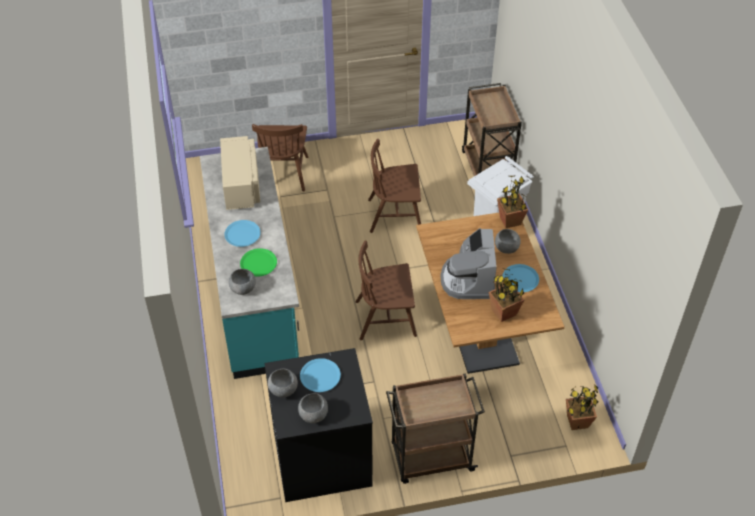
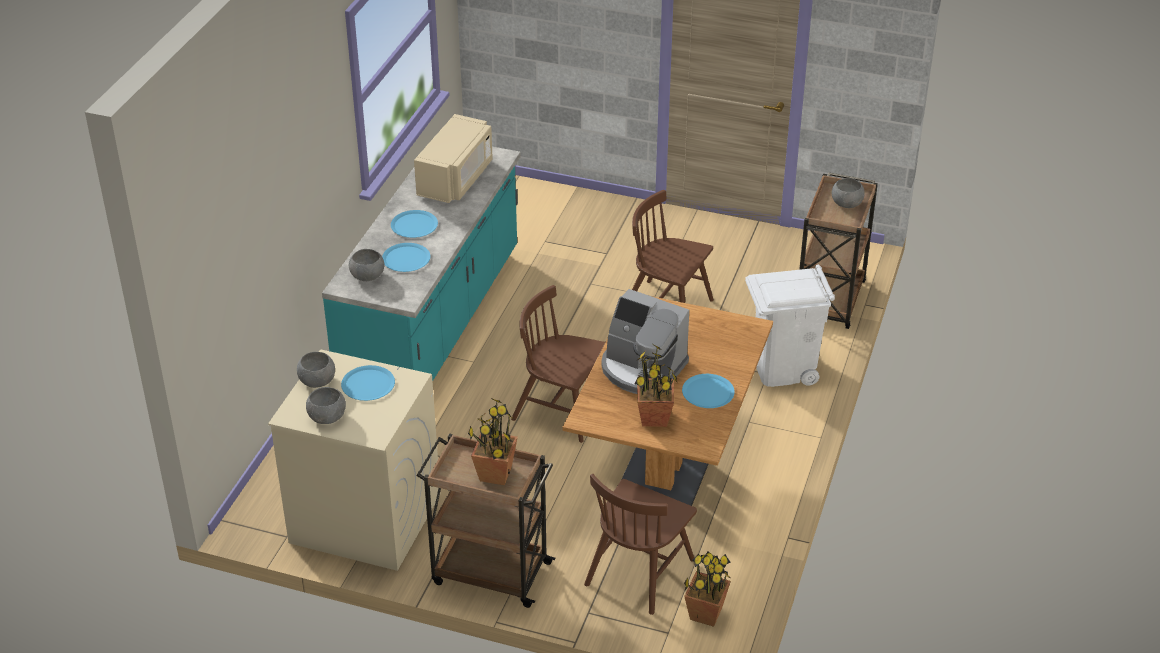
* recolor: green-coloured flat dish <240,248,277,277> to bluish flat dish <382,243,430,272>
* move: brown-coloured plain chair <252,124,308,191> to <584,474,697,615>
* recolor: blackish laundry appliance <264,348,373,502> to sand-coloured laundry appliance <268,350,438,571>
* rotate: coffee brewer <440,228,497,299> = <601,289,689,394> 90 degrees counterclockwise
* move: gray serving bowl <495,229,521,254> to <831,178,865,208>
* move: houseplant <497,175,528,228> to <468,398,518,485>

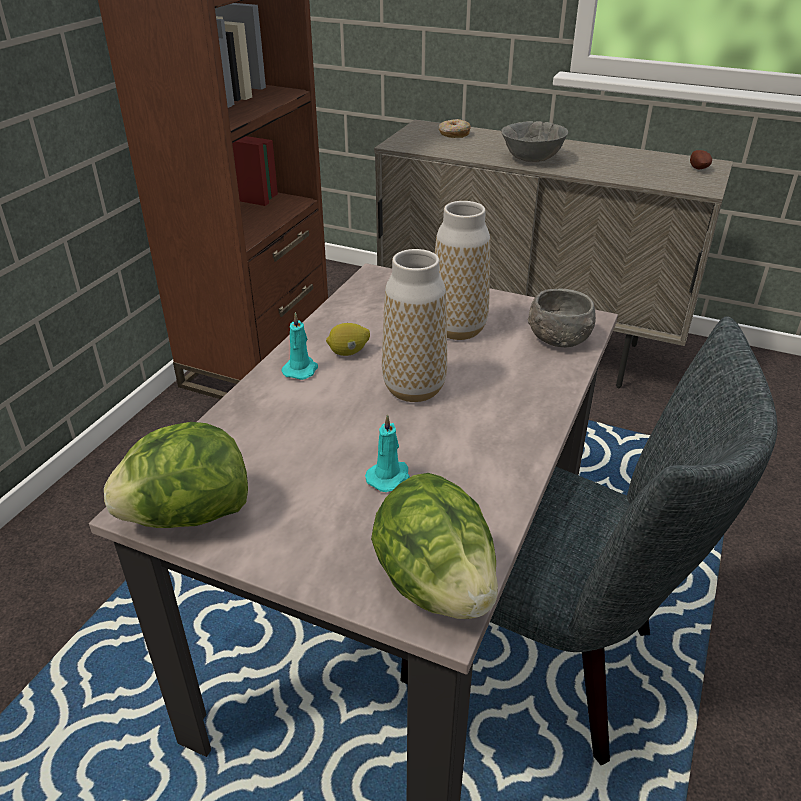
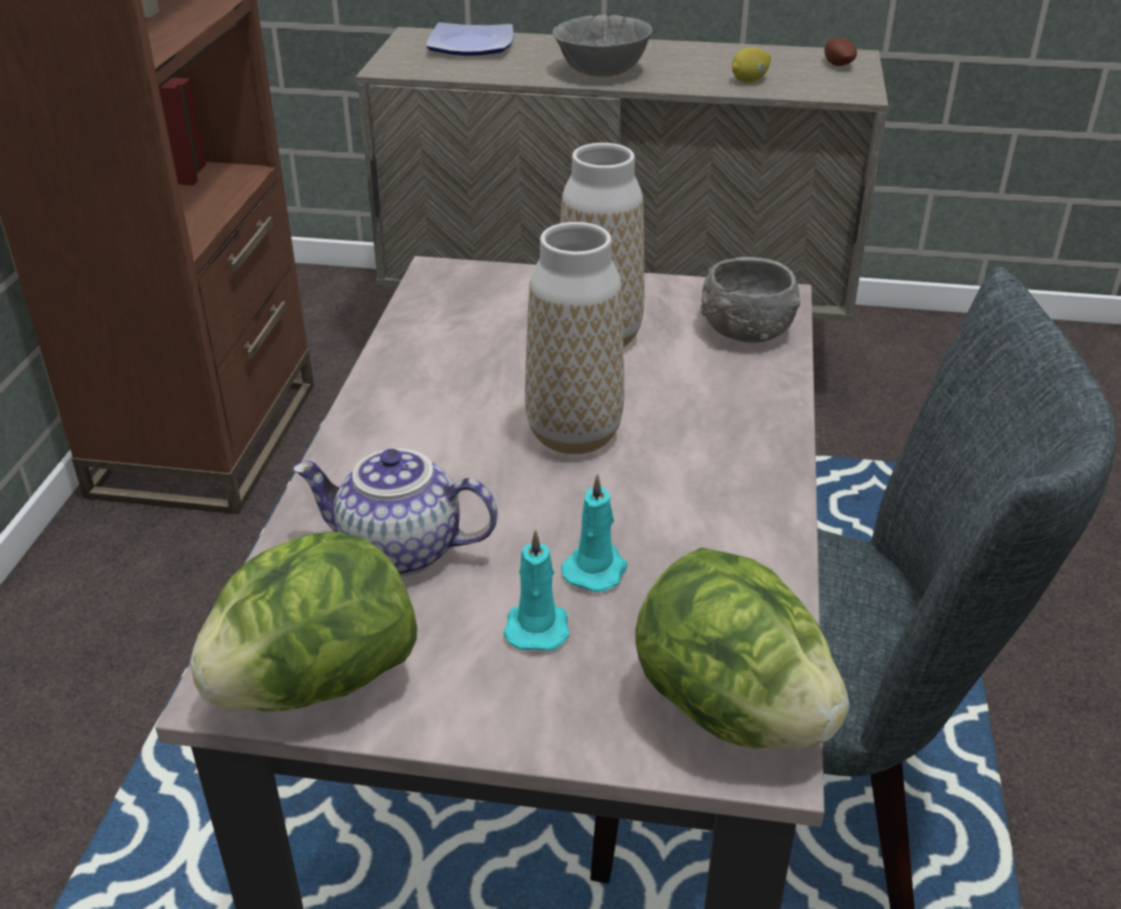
* move: blue-green wax light <282,312,318,380> to <503,529,569,651>
* move: citrus fruit <326,323,370,356> to <732,47,771,82>
* replace: doughnut <439,119,471,138> to flat dish <427,22,514,56>
* insert: teapot <293,449,498,577>

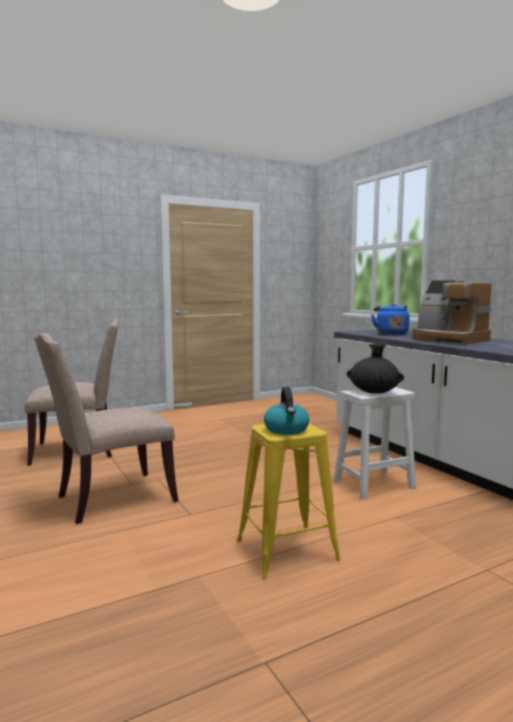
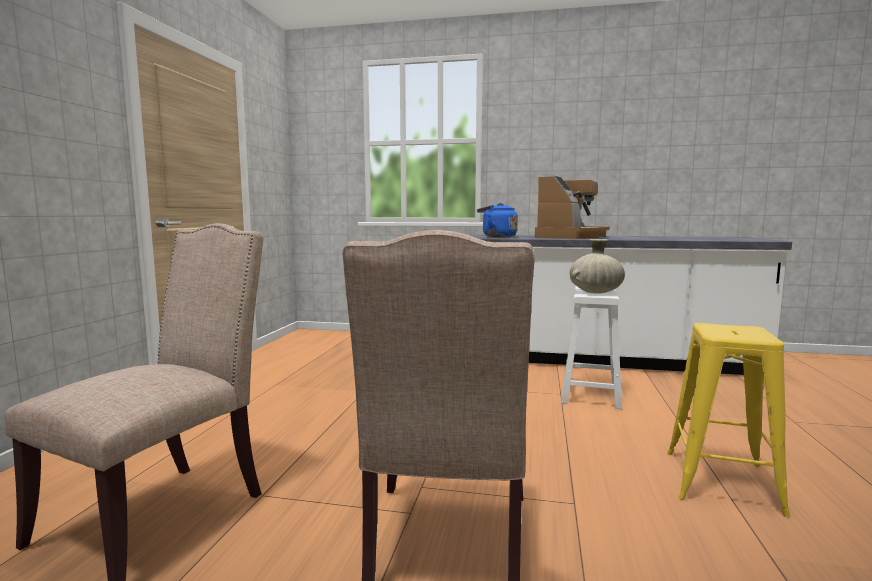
* delete: kettle <264,387,310,435>
* recolor: blackish vase <347,344,404,394> to sand-coloured vase <570,239,625,293>
* rotate: coffee brewer <412,280,492,345> = <535,176,610,239> 60 degrees counterclockwise

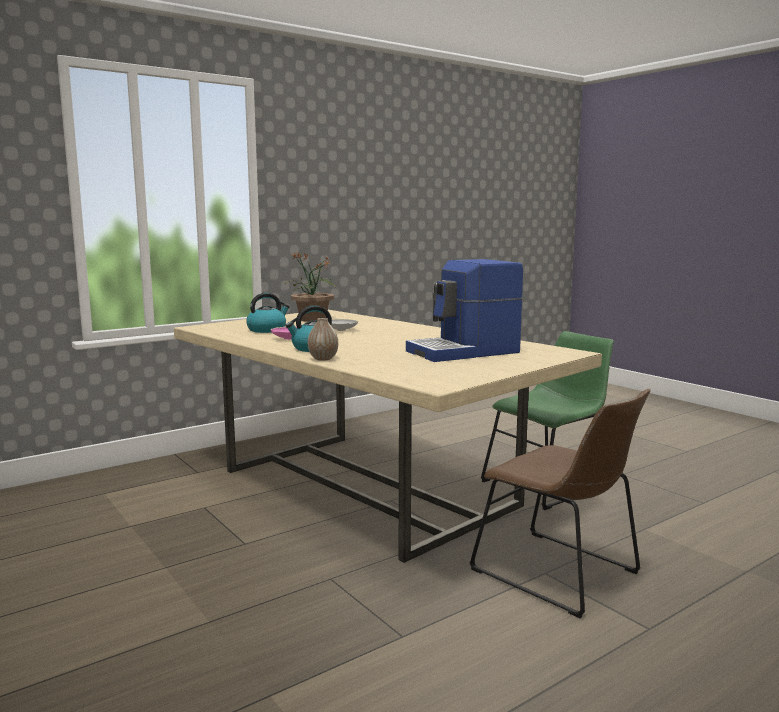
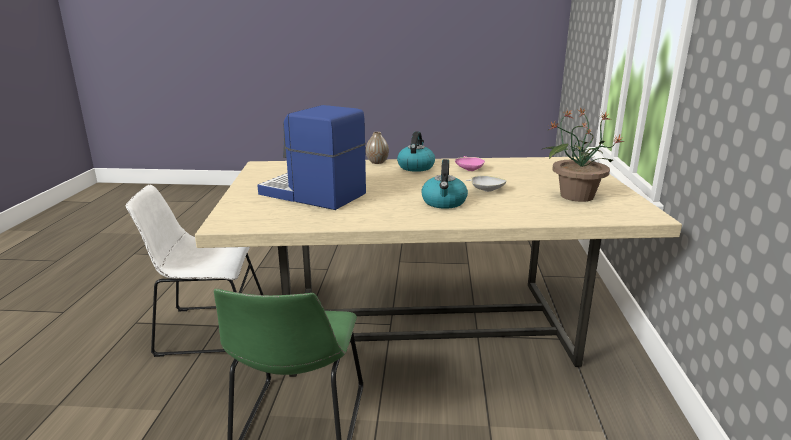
* move: kettle <246,293,290,333> to <421,159,468,209>
* rotate: coffee brewer <406,259,523,362> = <257,105,366,210> 75 degrees counterclockwise
* recolor: brown-coloured plain chair <469,389,651,618> to whitish plain chair <126,185,263,357>

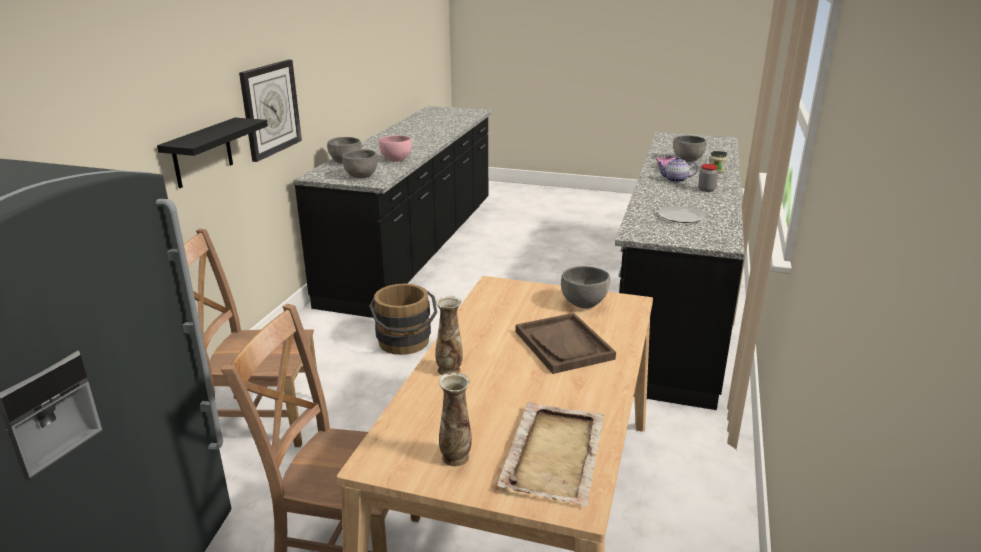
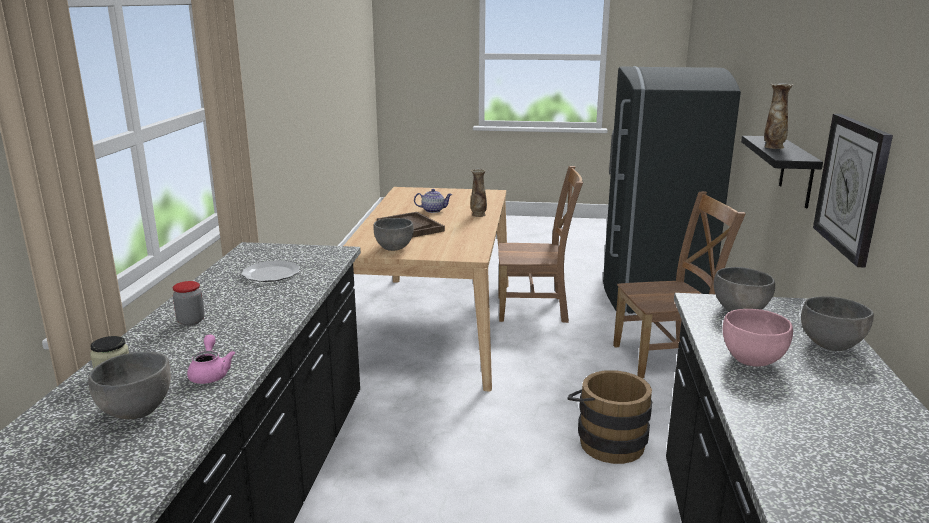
* move: vase <439,373,472,467> to <764,83,793,149>
* delete: sand-coloured tray <497,402,604,506>
* move: teapot <657,156,698,183> to <414,189,453,213>

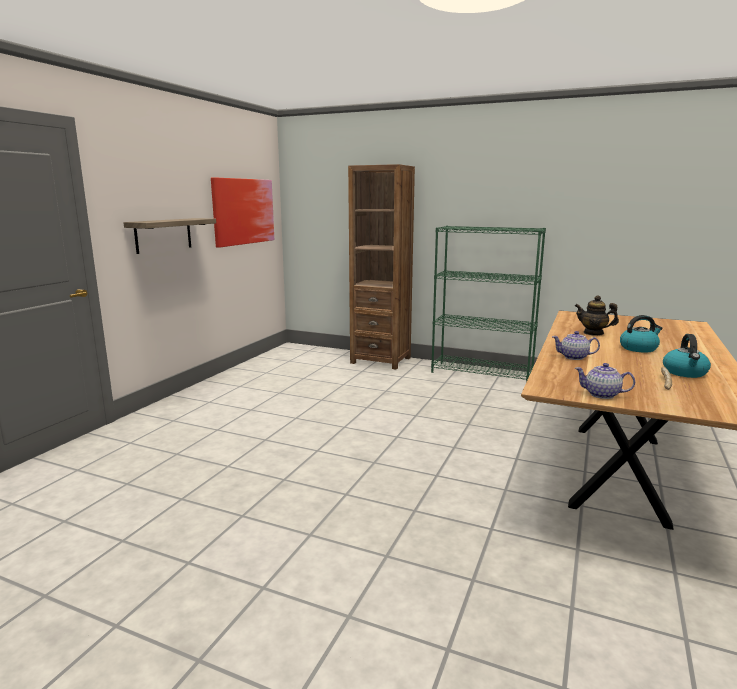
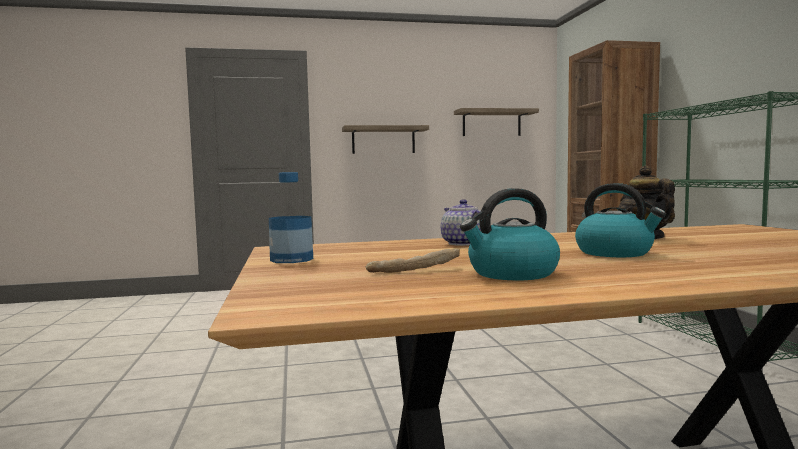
* replace: picture <211,177,274,248> to shelf <454,108,539,136>
* replace: teapot <575,363,635,399> to drink bottle <269,172,313,263>

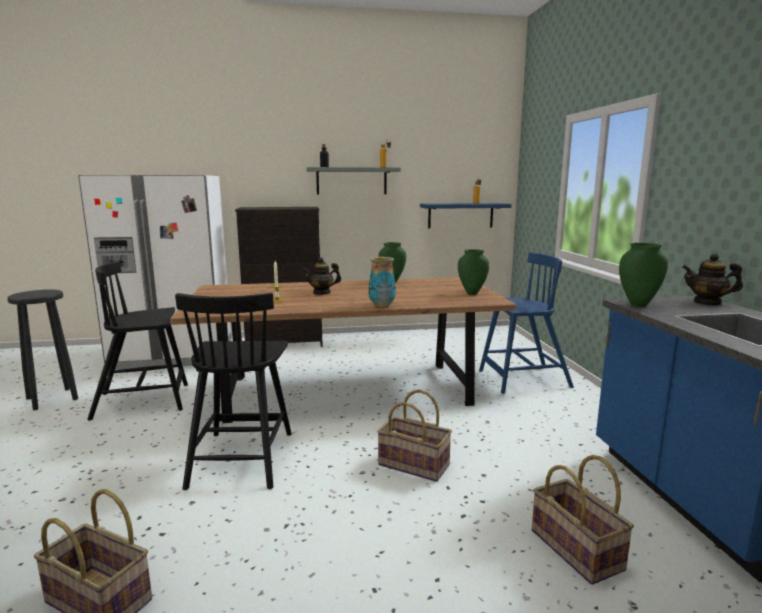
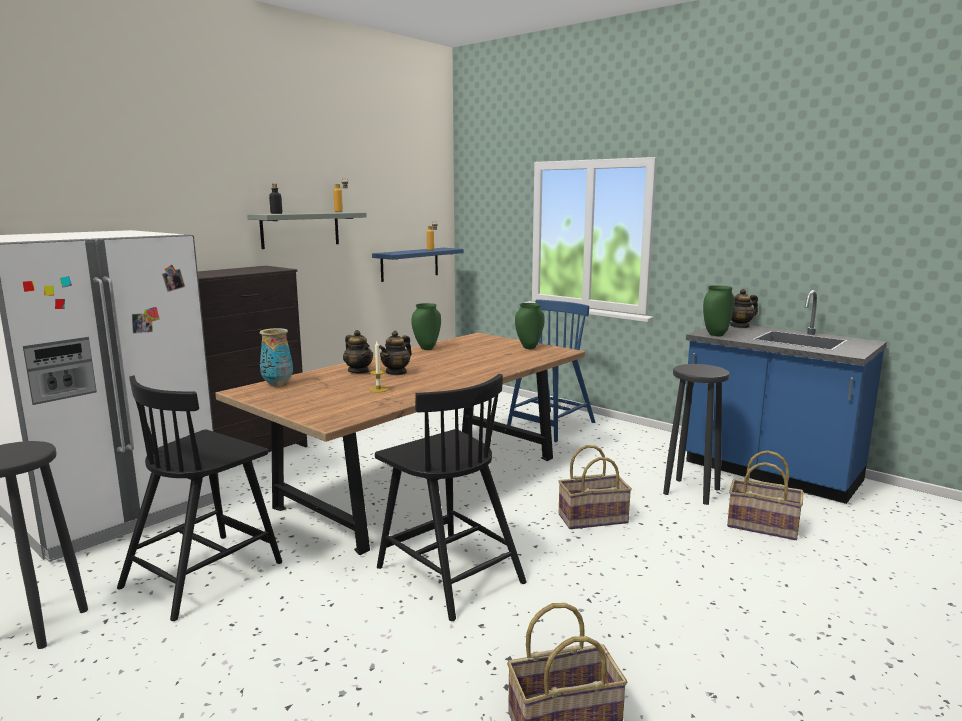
* move: vase <368,257,396,307> to <260,328,293,386>
* insert: teapot <343,330,373,373>
* insert: blackish stool <663,364,730,505>

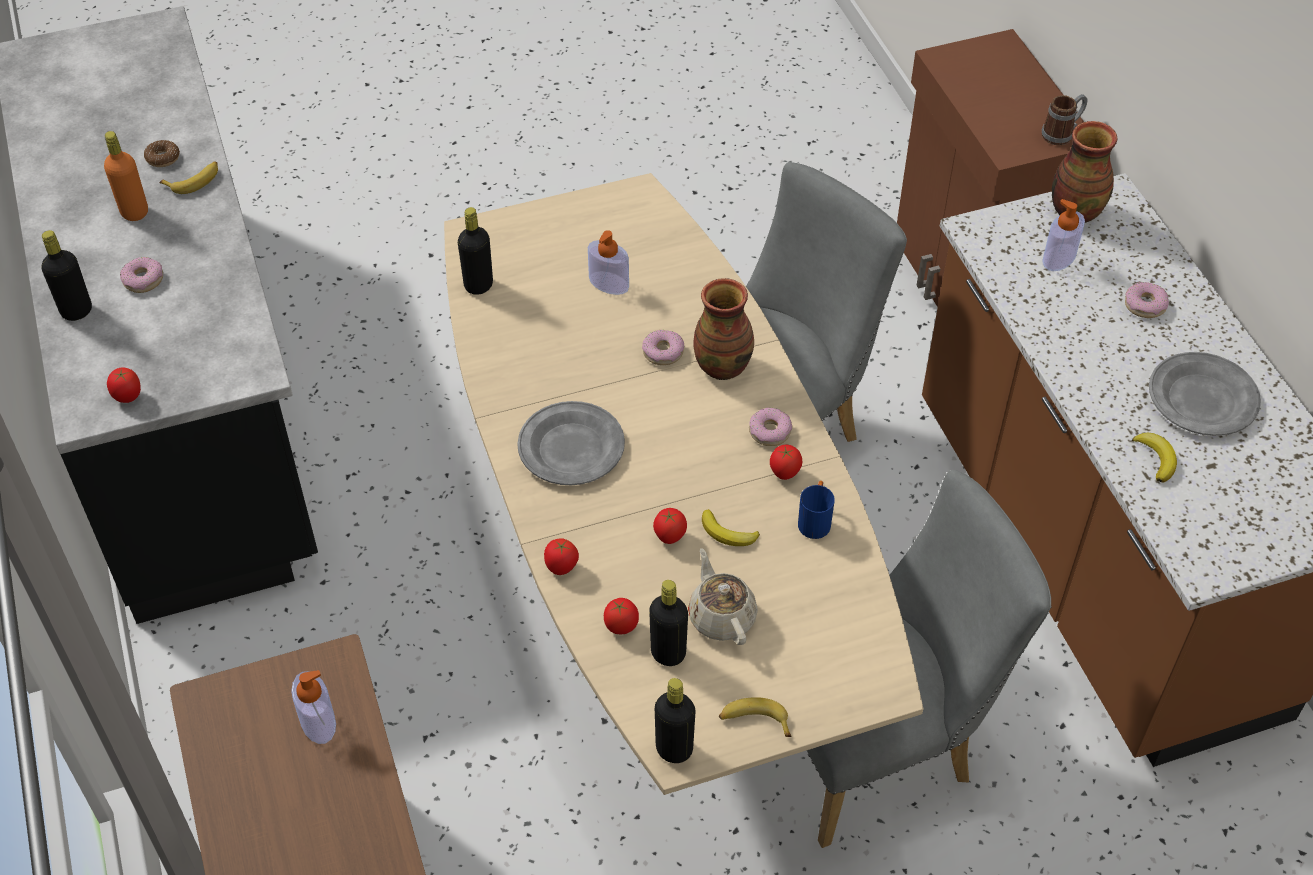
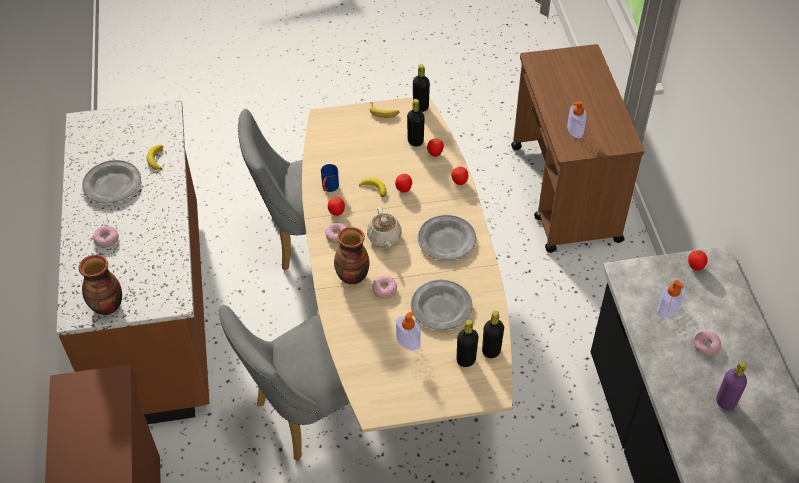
* move: blackish drink bottle <42,230,92,321> to <456,320,479,367>
* recolor: orangey drink bottle <104,131,148,221> to purplish drink bottle <716,361,747,410>
* delete: doughnut <144,140,180,167>
* delete: banana <160,161,218,194>
* move: sand-coloured teapot <688,548,758,645> to <367,206,402,248>
* delete: tea mug <1042,94,1087,145>
* move: liquid soap bottle <1042,199,1085,271> to <657,280,685,318>
* insert: gray flat dish <411,280,473,330>

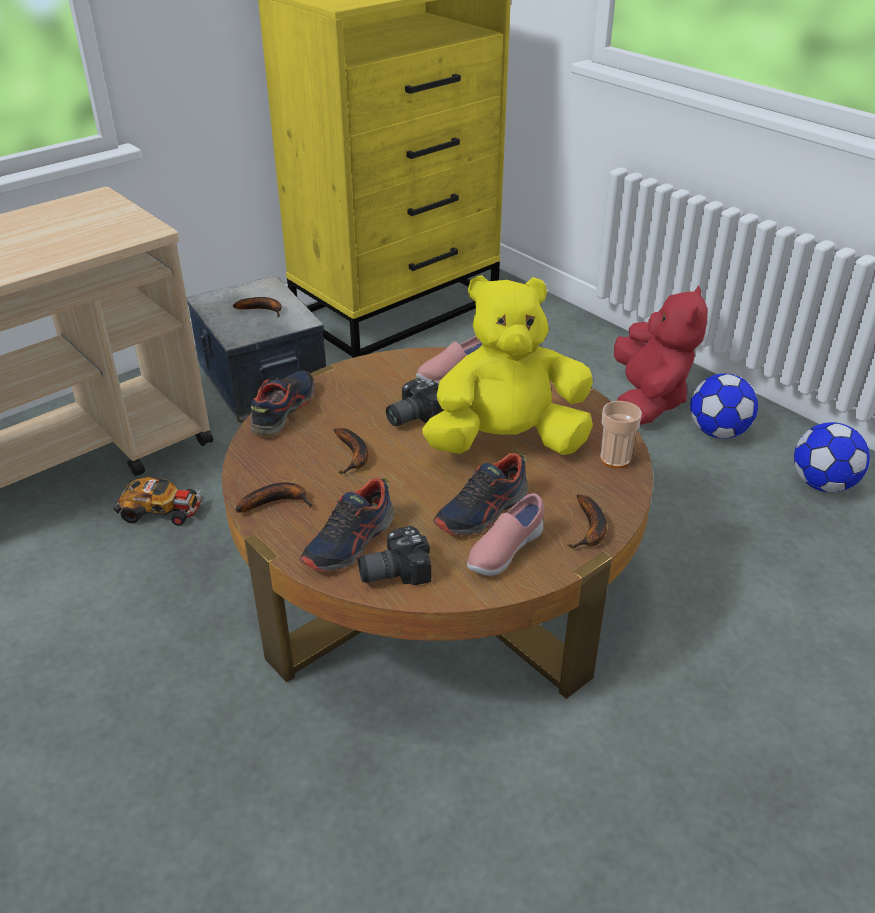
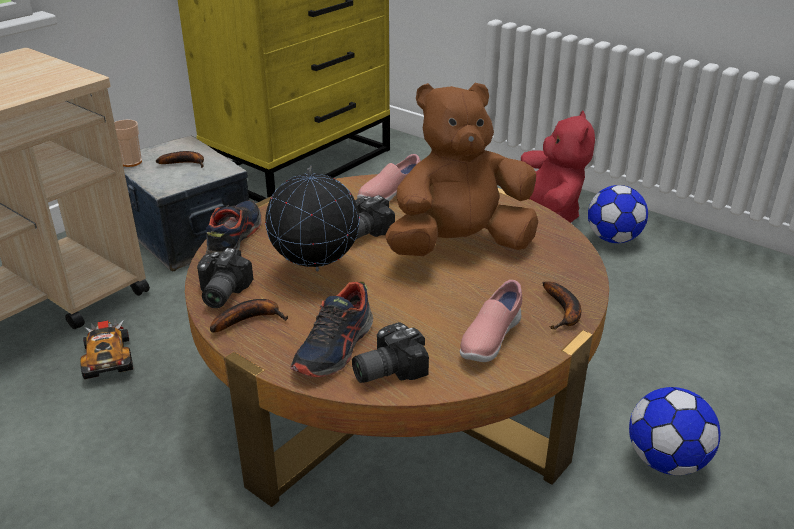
* rotate: miniature car <113,477,202,526> = <80,319,133,379> 105 degrees counterclockwise
* replace: banana <334,428,368,474> to globe <265,166,360,271>
* recolor: yellow soft toy <422,275,593,455> to brown-coloured soft toy <385,83,538,256>
* delete: shoe <433,453,529,536>
* move: drinking cup <600,401,642,468> to <114,120,142,167>
* move: football <794,422,870,492> to <629,387,720,475>
* insert: still camera <197,248,253,308>

